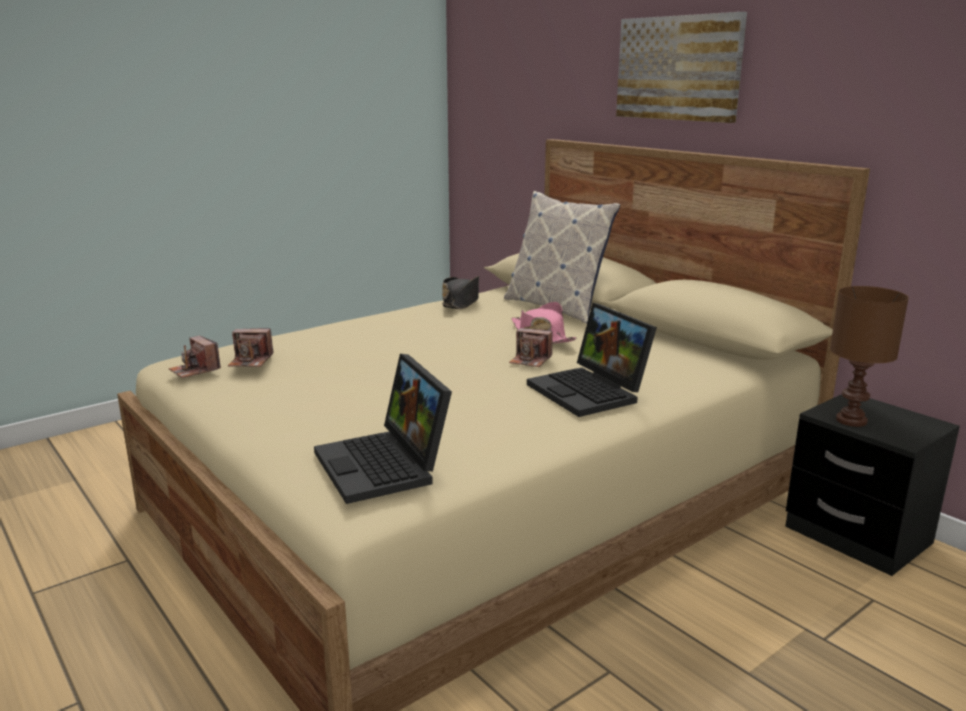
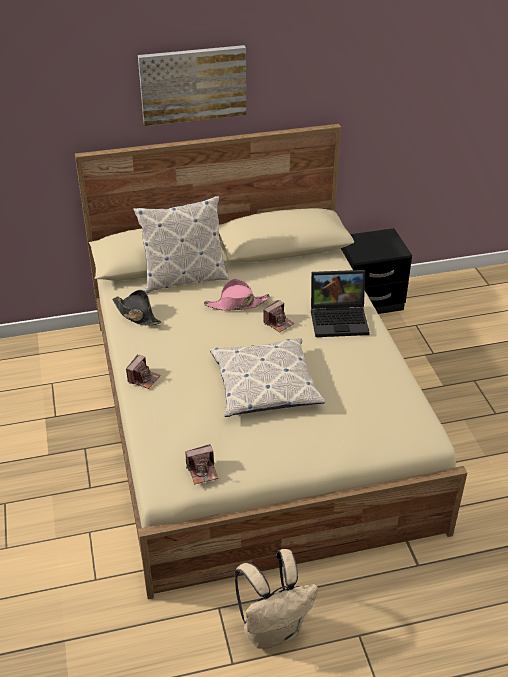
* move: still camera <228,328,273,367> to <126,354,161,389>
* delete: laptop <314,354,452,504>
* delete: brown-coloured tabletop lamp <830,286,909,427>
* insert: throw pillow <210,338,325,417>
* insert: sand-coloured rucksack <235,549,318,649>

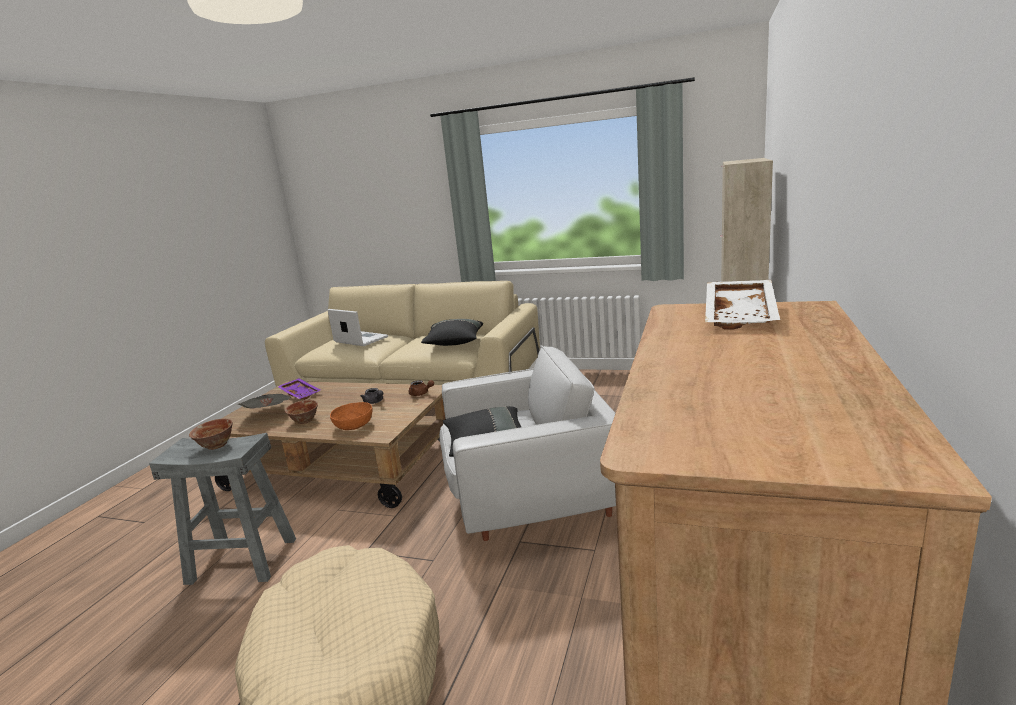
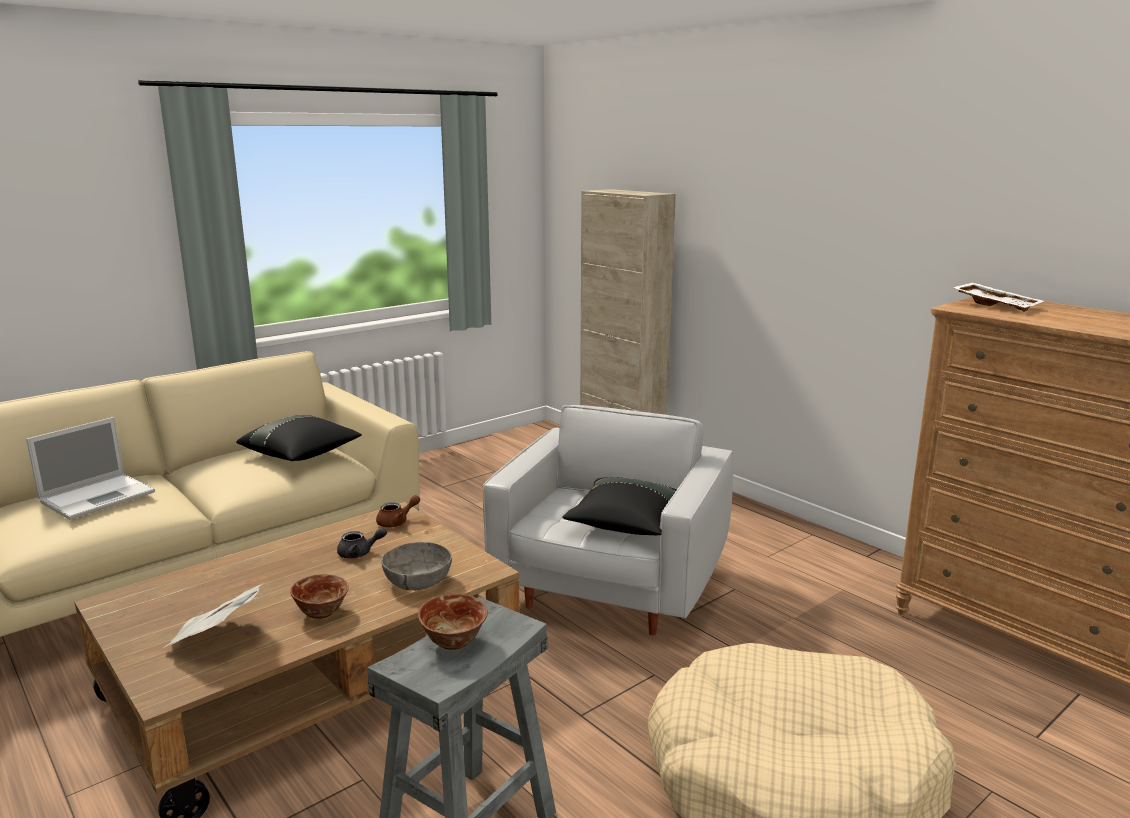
* delete: purplish tray <277,378,321,400>
* rotate: laptop <328,309,388,346> = <26,417,155,520> 150 degrees clockwise
* recolor: orangey serving bowl <330,402,373,430> to gray serving bowl <381,542,452,590>

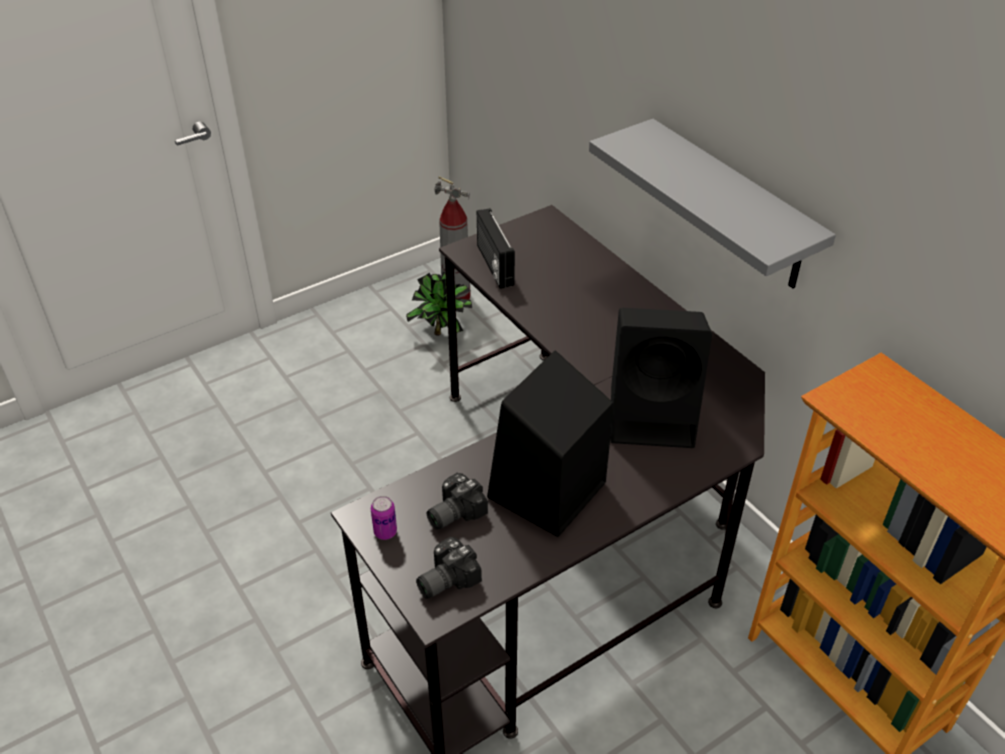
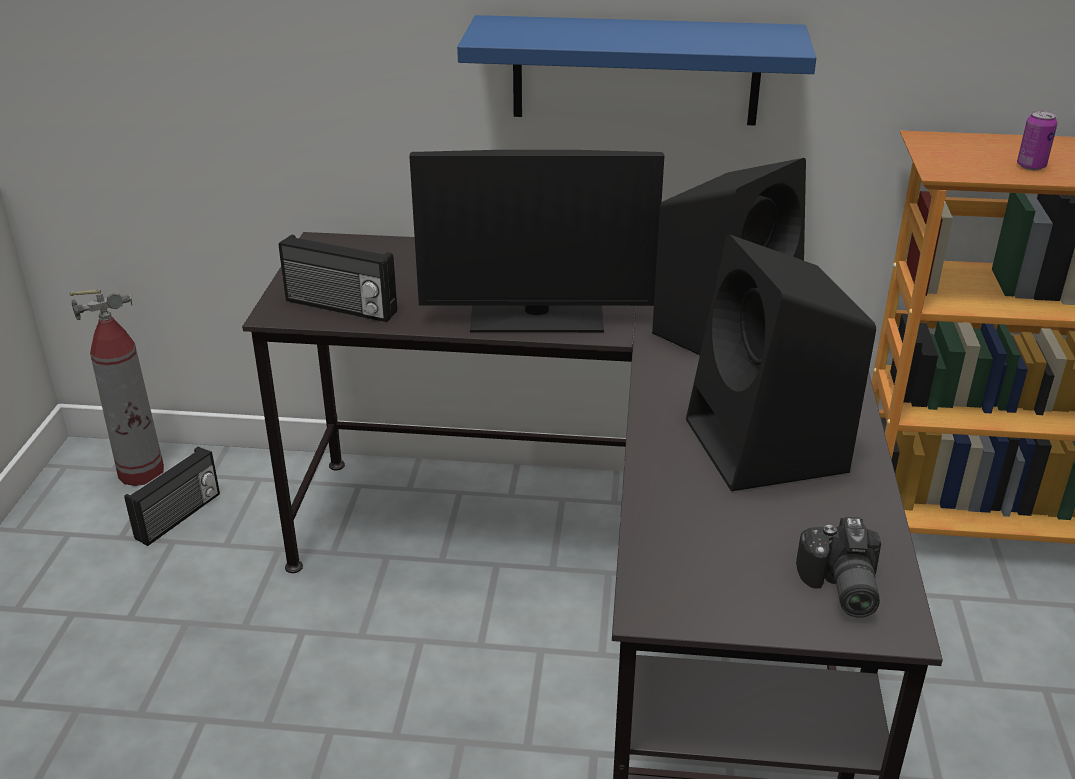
* move: can <371,496,397,540> to <1017,110,1058,170>
* replace: houseplant <406,271,472,336> to radio <124,447,220,546>
* delete: still camera <427,473,488,530>
* recolor: gray shelf <589,119,836,289> to bluish shelf <457,15,816,126>
* insert: computer display <409,150,664,332>

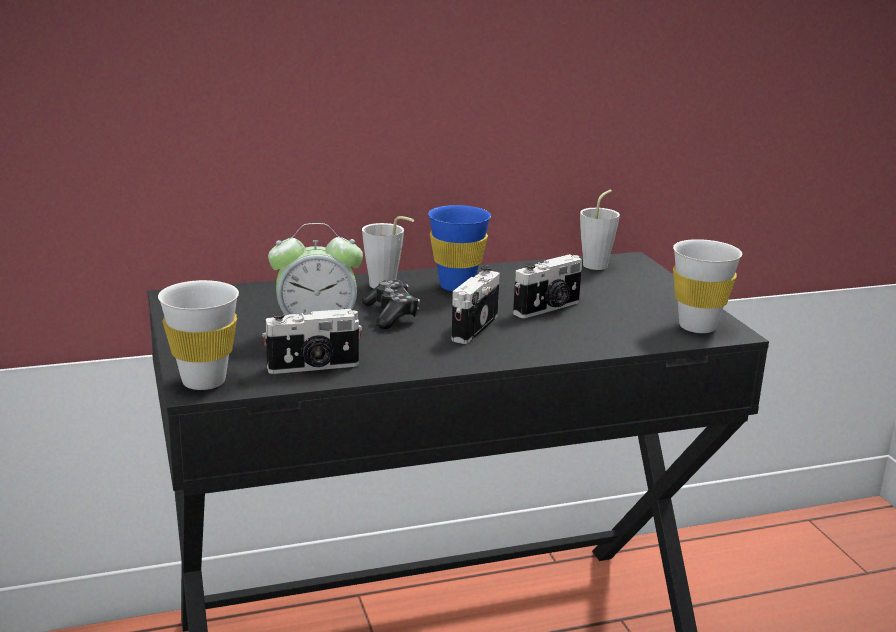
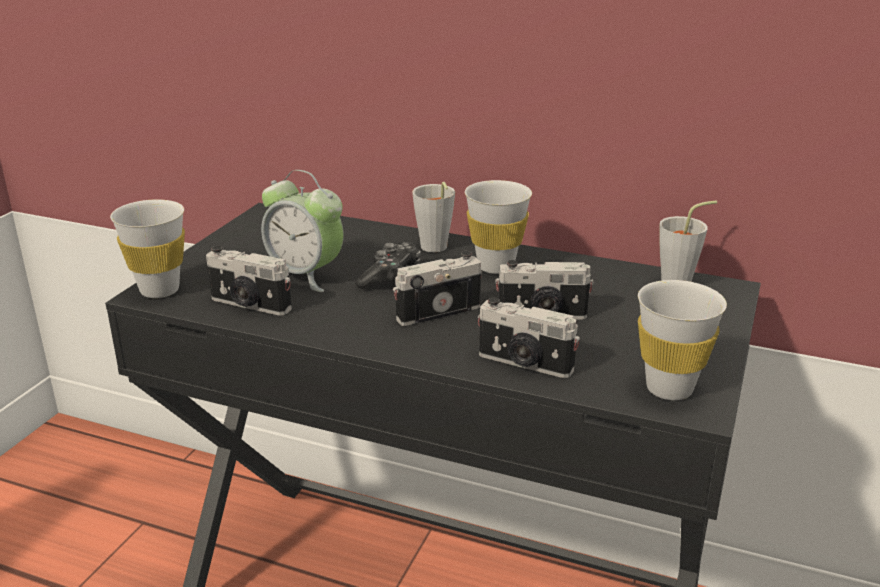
* recolor: bluish drinking cup <428,205,491,291> to whitish drinking cup <465,180,532,274>
* insert: still camera <478,297,580,378>

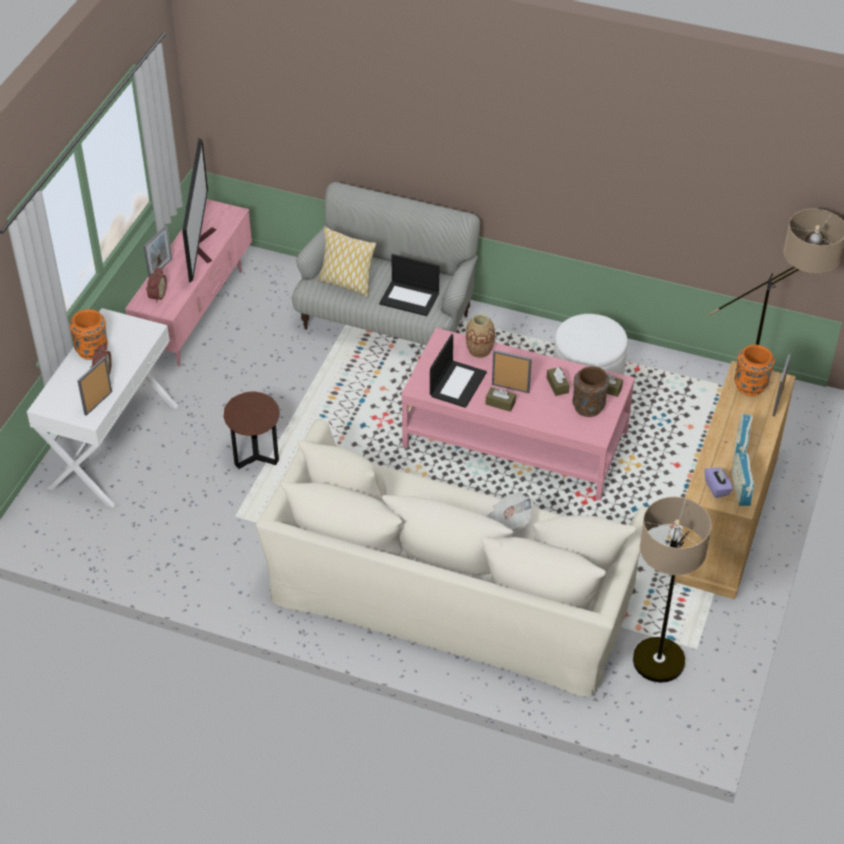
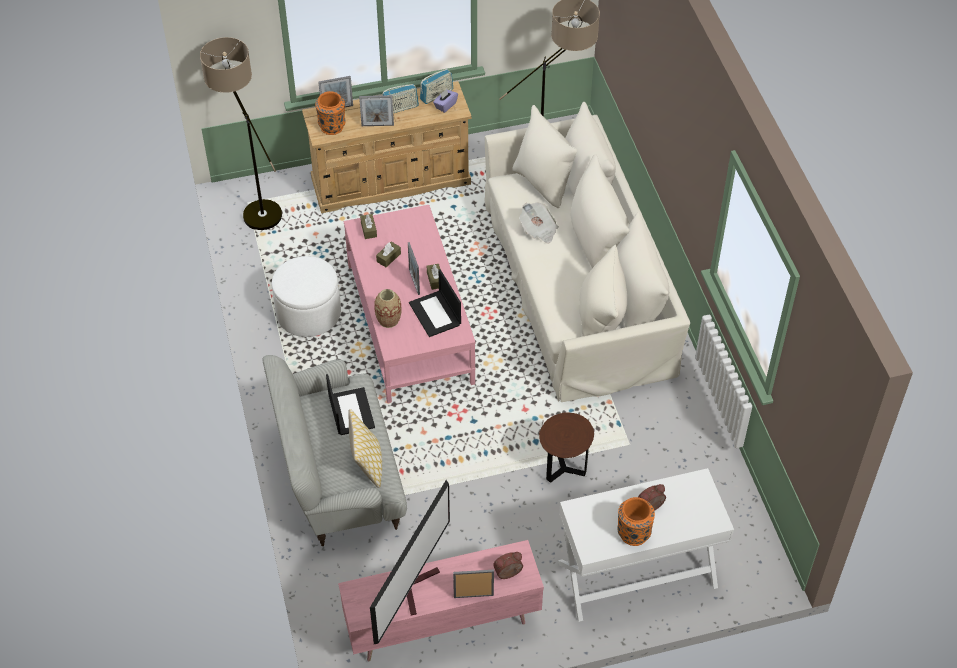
* move: picture frame <77,357,112,416> to <359,95,394,126>
* rotate: TV <182,138,216,283> = <370,480,450,644> 150 degrees clockwise
* rotate: laptop <430,334,487,408> = <409,269,461,337> 105 degrees counterclockwise
* delete: brown-coloured vase <572,366,610,417>

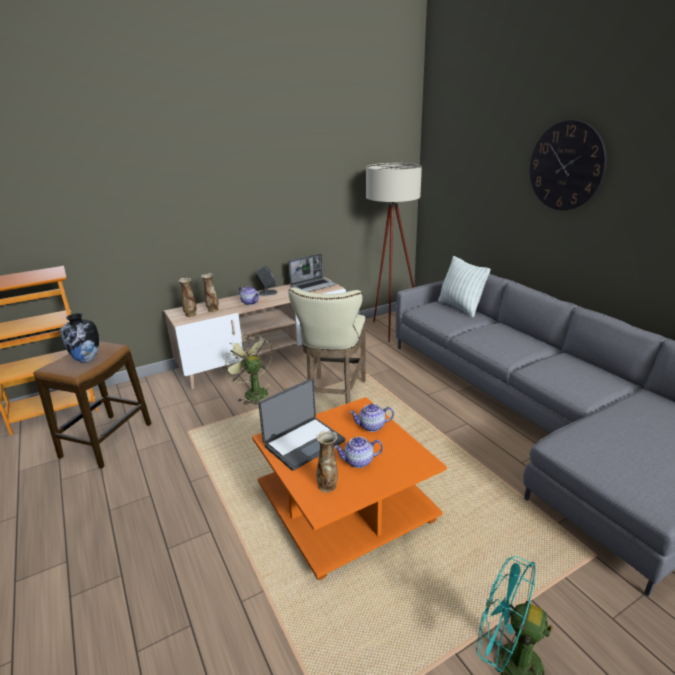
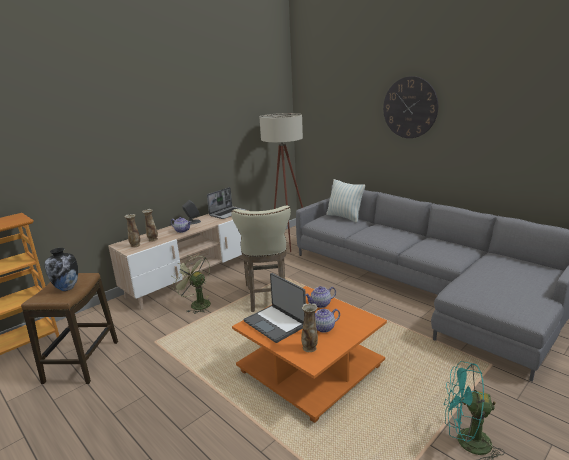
* rotate: laptop <258,378,345,471> = <243,273,306,343> 105 degrees clockwise

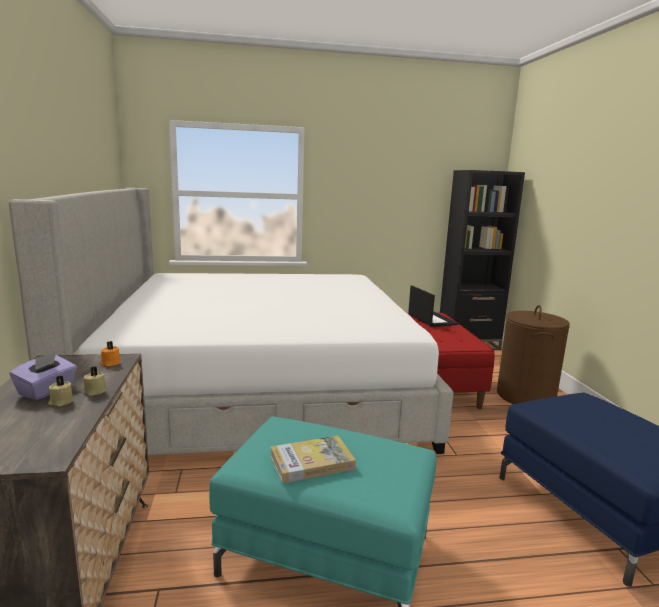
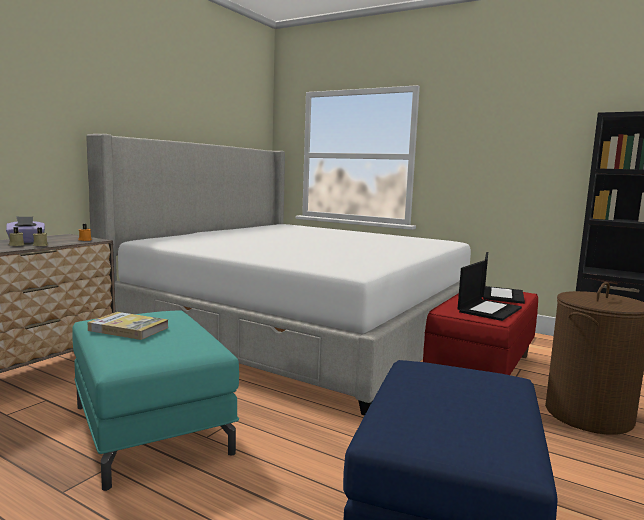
* insert: laptop <458,261,522,321>

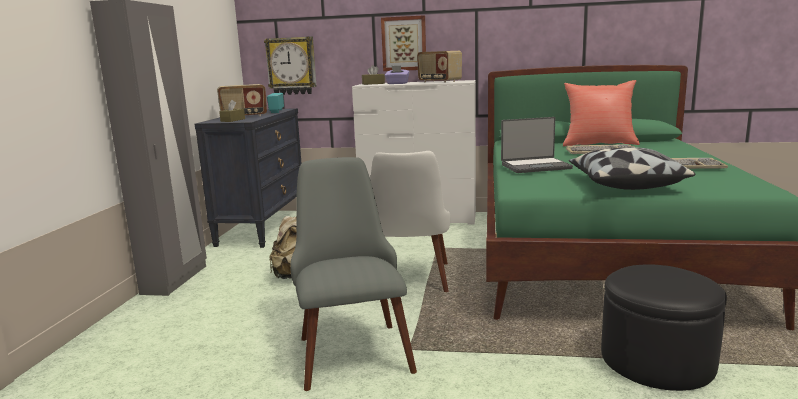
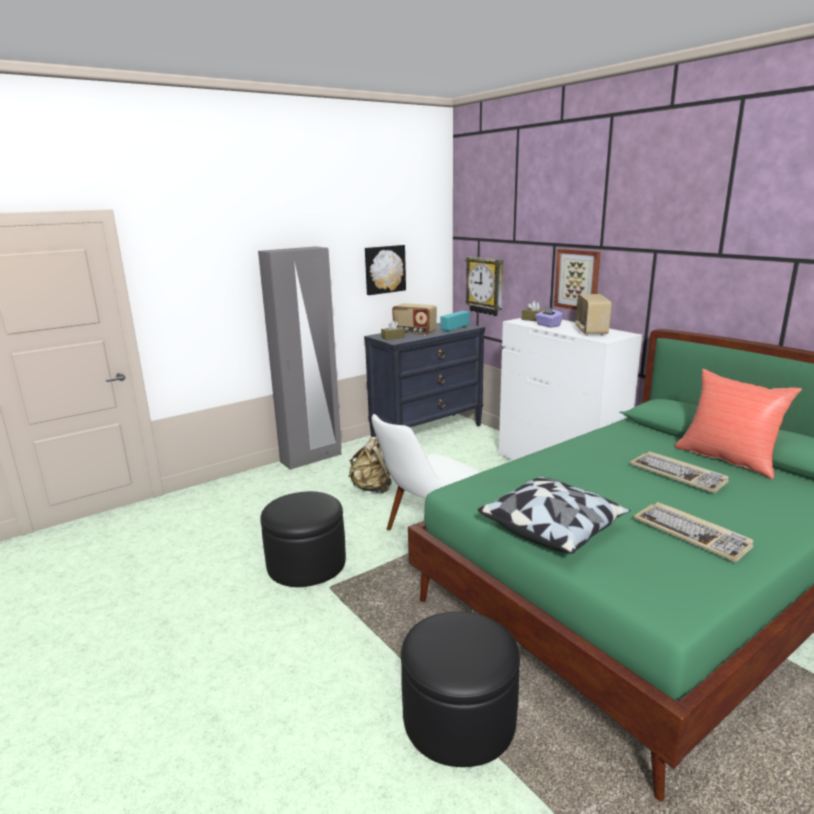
* replace: gray plain chair <290,157,417,391> to blackish footrest <260,491,346,587>
* delete: laptop <501,117,573,173>
* insert: picture <365,245,406,295>

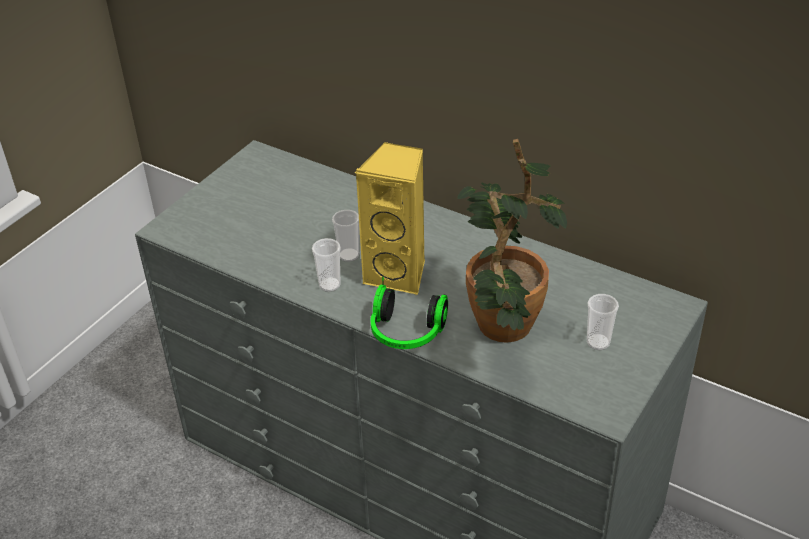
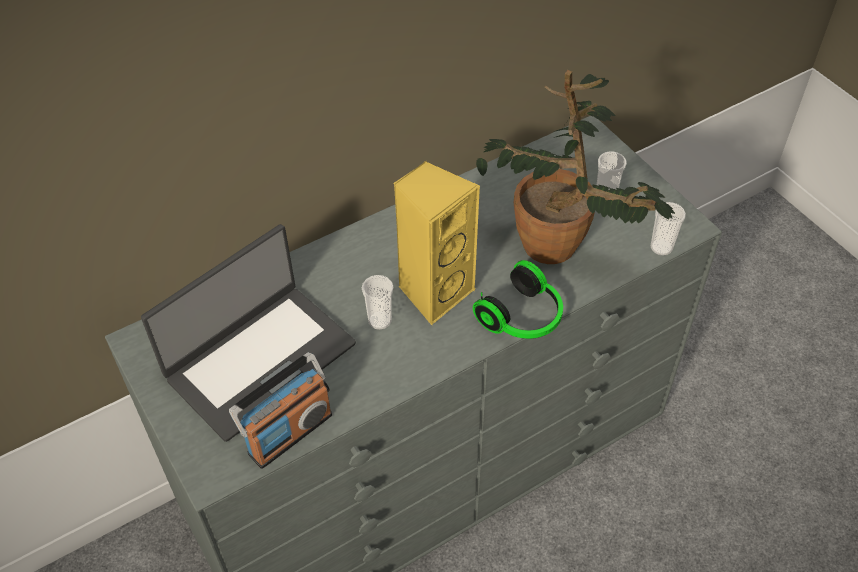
* move: drinking cup <312,238,341,292> to <651,202,686,256>
* insert: laptop <141,224,356,442>
* insert: radio <229,352,332,469>

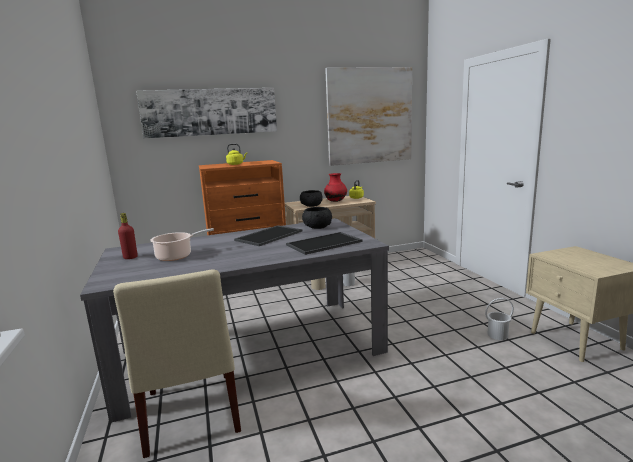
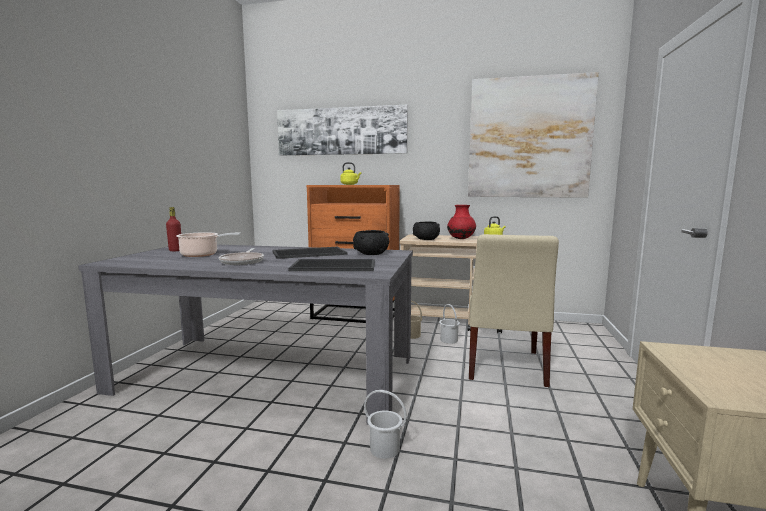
* move: sand-coloured plain chair <113,269,241,458> to <469,234,559,387>
* move: whitish bucket <485,298,514,340> to <364,390,407,459>
* insert: pan <219,248,264,265>

